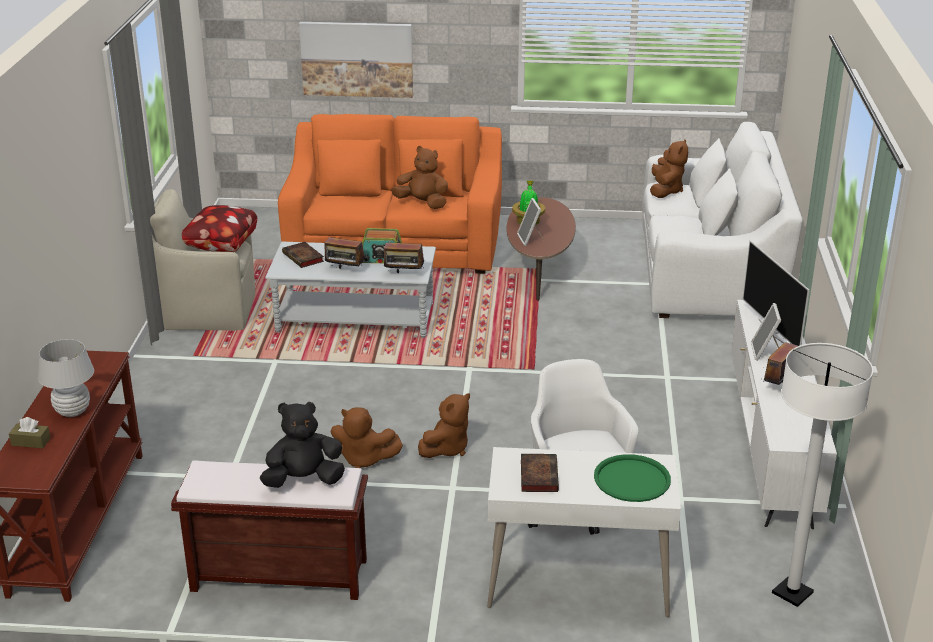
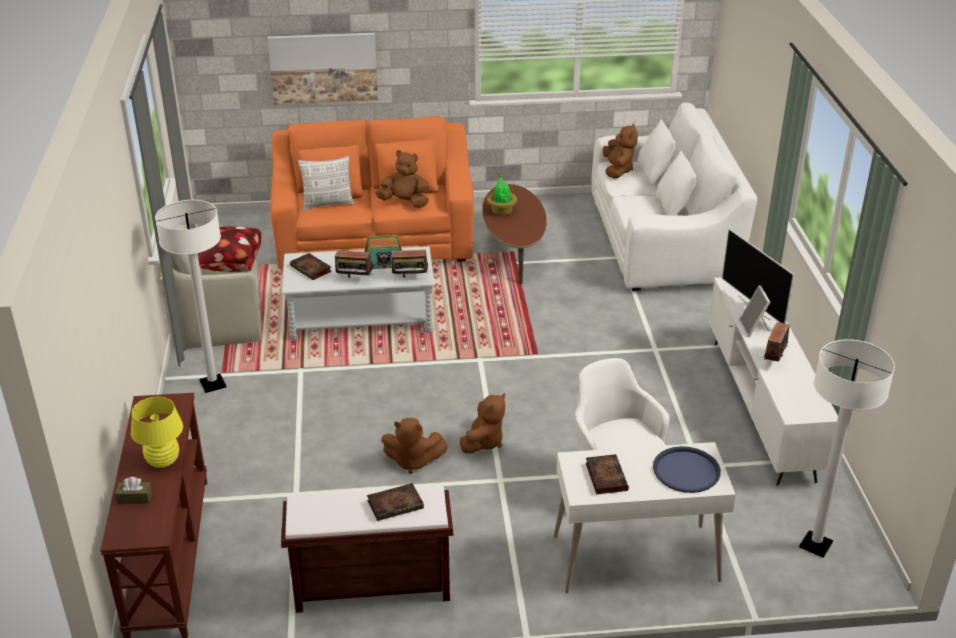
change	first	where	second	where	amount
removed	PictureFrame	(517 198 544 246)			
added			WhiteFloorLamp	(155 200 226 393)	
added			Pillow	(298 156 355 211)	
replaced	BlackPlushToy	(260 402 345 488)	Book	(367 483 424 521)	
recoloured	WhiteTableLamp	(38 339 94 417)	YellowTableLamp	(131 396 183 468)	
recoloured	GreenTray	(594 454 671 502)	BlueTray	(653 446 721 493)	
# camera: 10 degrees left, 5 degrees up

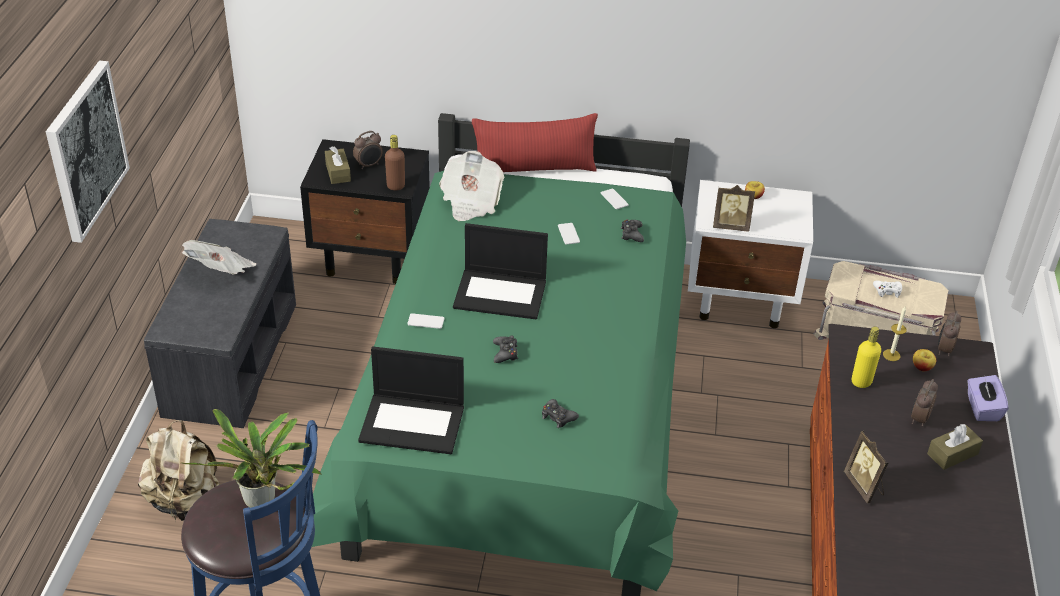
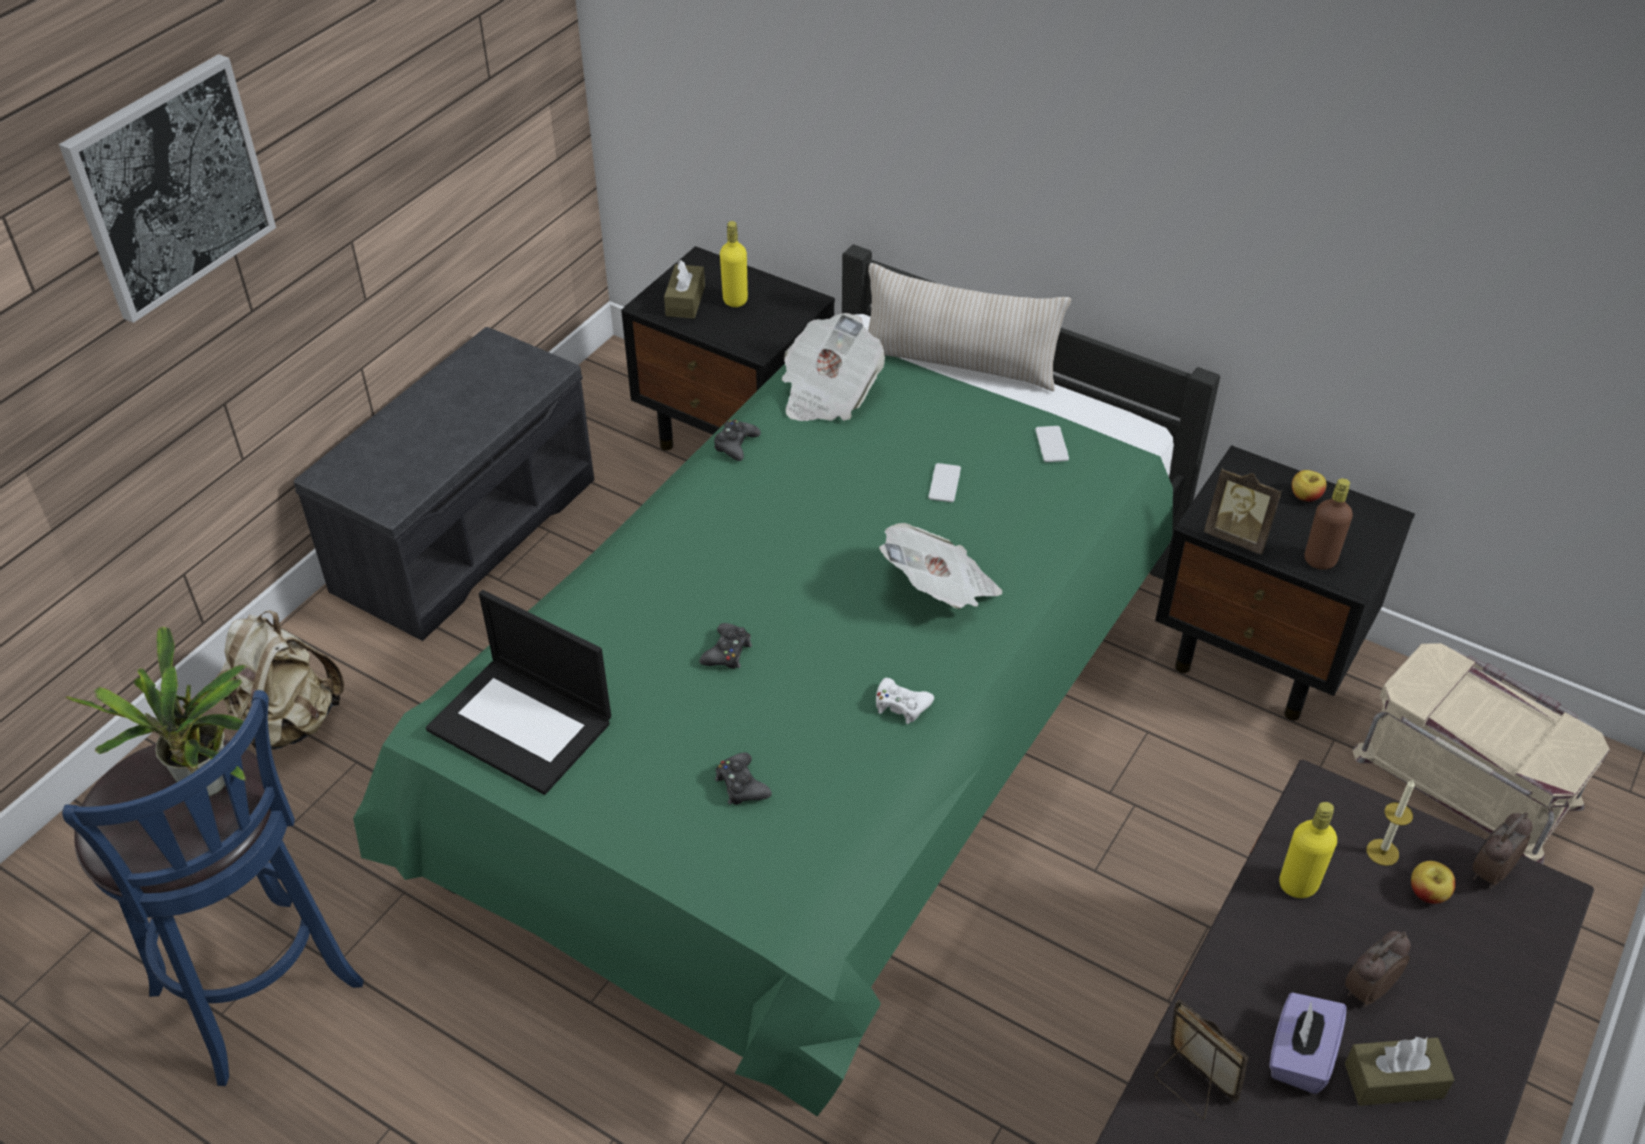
change	first	where	second	where	amount
removed	Phone	(407 313 444 329)			
removed	Laptop	(453 223 548 320)			
moved	Newspaper	(182 240 256 275)		(879 523 1002 609)	
moved	BrownBottle	(385 135 405 190)		(1304 478 1353 570)	
moved	BlackGameController	(621 220 644 242)		(714 420 761 461)	
moved	WhiteGameController	(873 280 902 298)		(876 678 934 724)	
moved	PurpleTissueBox	(967 375 1008 421)		(1269 992 1347 1094)	
replaced	AlarmClock	(353 131 383 169)	YellowBottle	(720 221 748 307)	
recoloured	RedPillow	(472 113 598 172)	BeigePillow	(868 263 1071 391)	
recoloured	WhiteNightstand	(688 180 813 328)	BlackNightstand	(1155 445 1415 721)	
turned	PictureFrame	(844 431 888 503)		(1155 999 1248 1119)	135 degrees clockwise
# camera: 25 degrees right, 5 degrees up

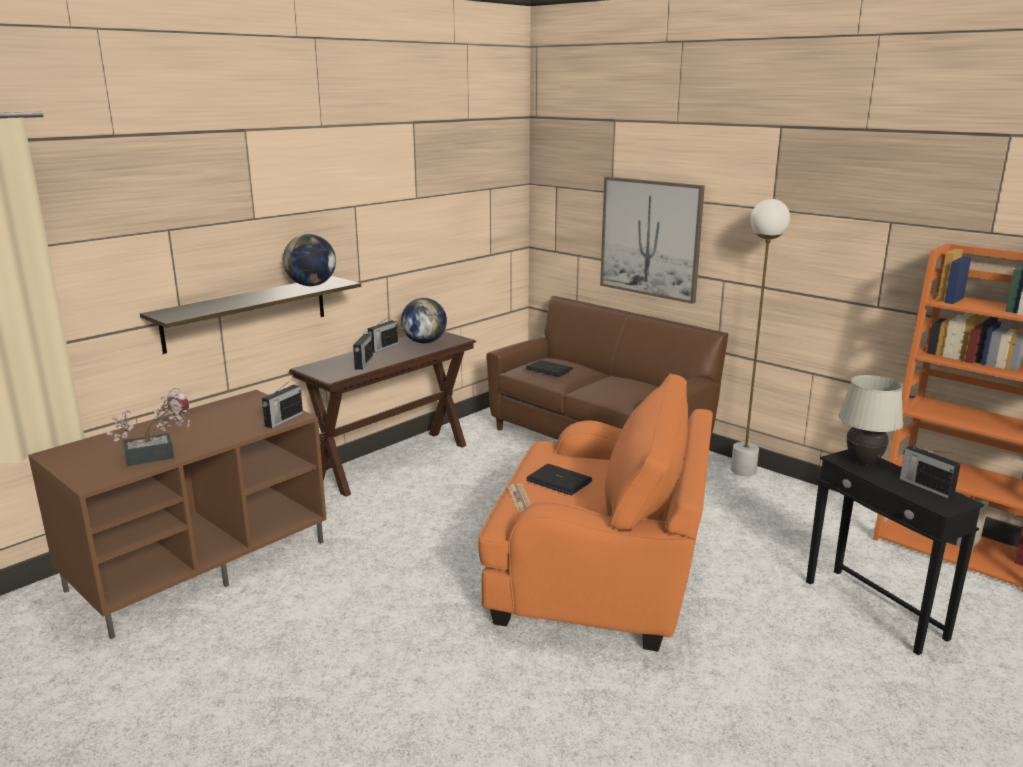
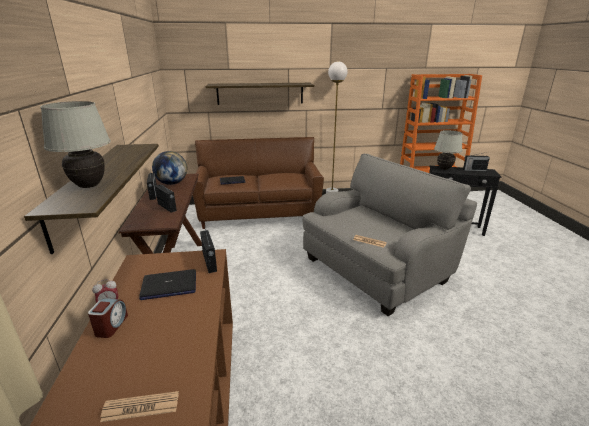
change	first	where	second	where	amount
removed	PottedPlant	(106 394 190 466)			
removed	Globe	(283 234 336 286)			
added			WhiteTableLamp	(40 101 111 188)	
added			AlarmClock	(88 299 128 338)	
added			Newspaper	(100 391 179 422)	
moved	Laptop	(526 464 592 495)		(139 269 196 300)	
replaced	Picture	(600 177 705 304)	Shelf	(206 83 314 105)	
recoloured	OrangeArmchair	(478 373 713 652)	GreyArmchair	(303 154 477 316)	
# camera: 50 degrees left, 5 degrees up

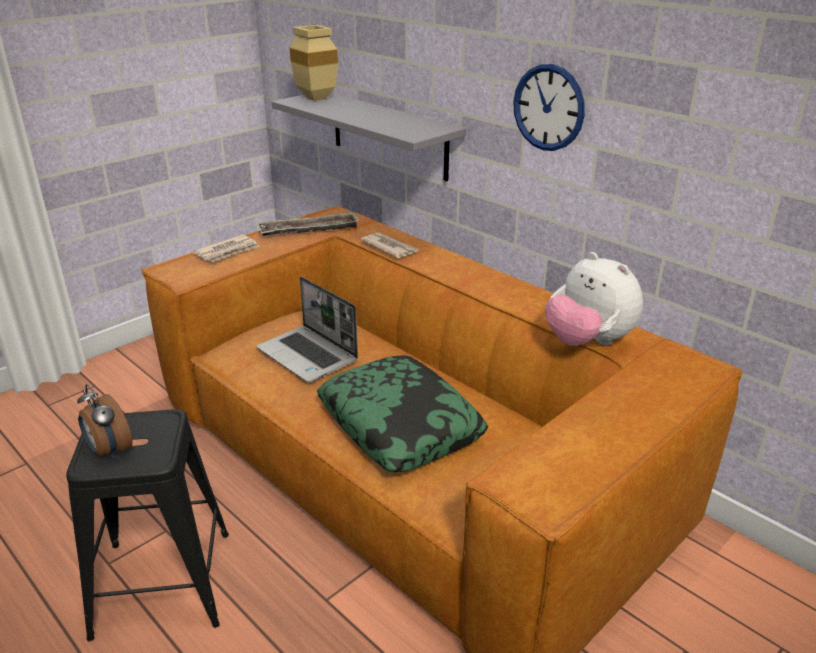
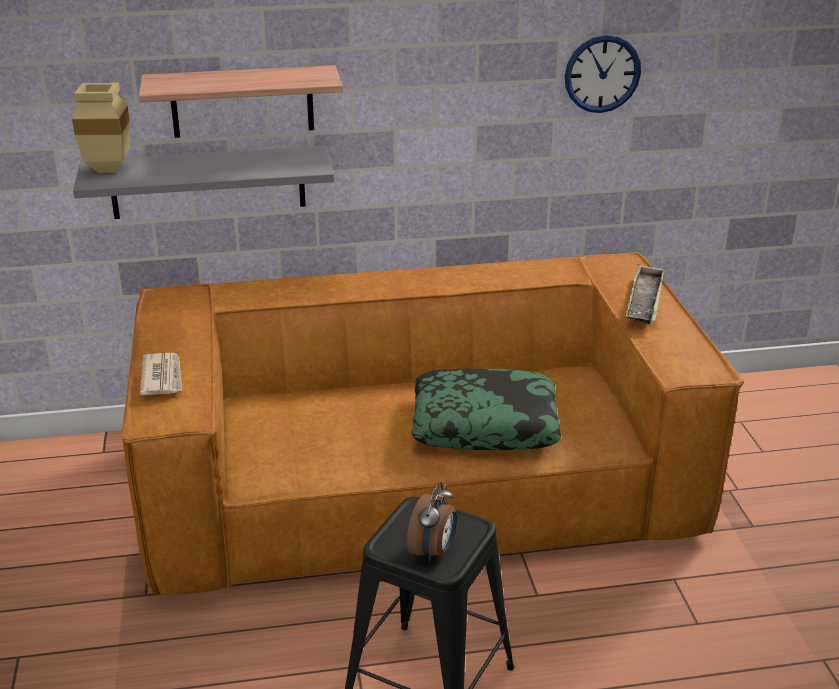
change	first	where	second	where	amount
removed	Laptop	(256 276 358 382)			
removed	Newspaper	(361 232 419 258)			
removed	PlushToy	(545 252 643 346)			
added			Shelf	(139 65 343 138)	
moved	Tray	(257 211 359 236)		(626 264 665 324)	
moved	WallClock	(513 64 585 151)		(565 35 641 113)	
turned	AlarmClock	(77 384 132 460)		(407 482 457 562)	60 degrees counterclockwise
# camera: 55 degrees left, 0 degrees up

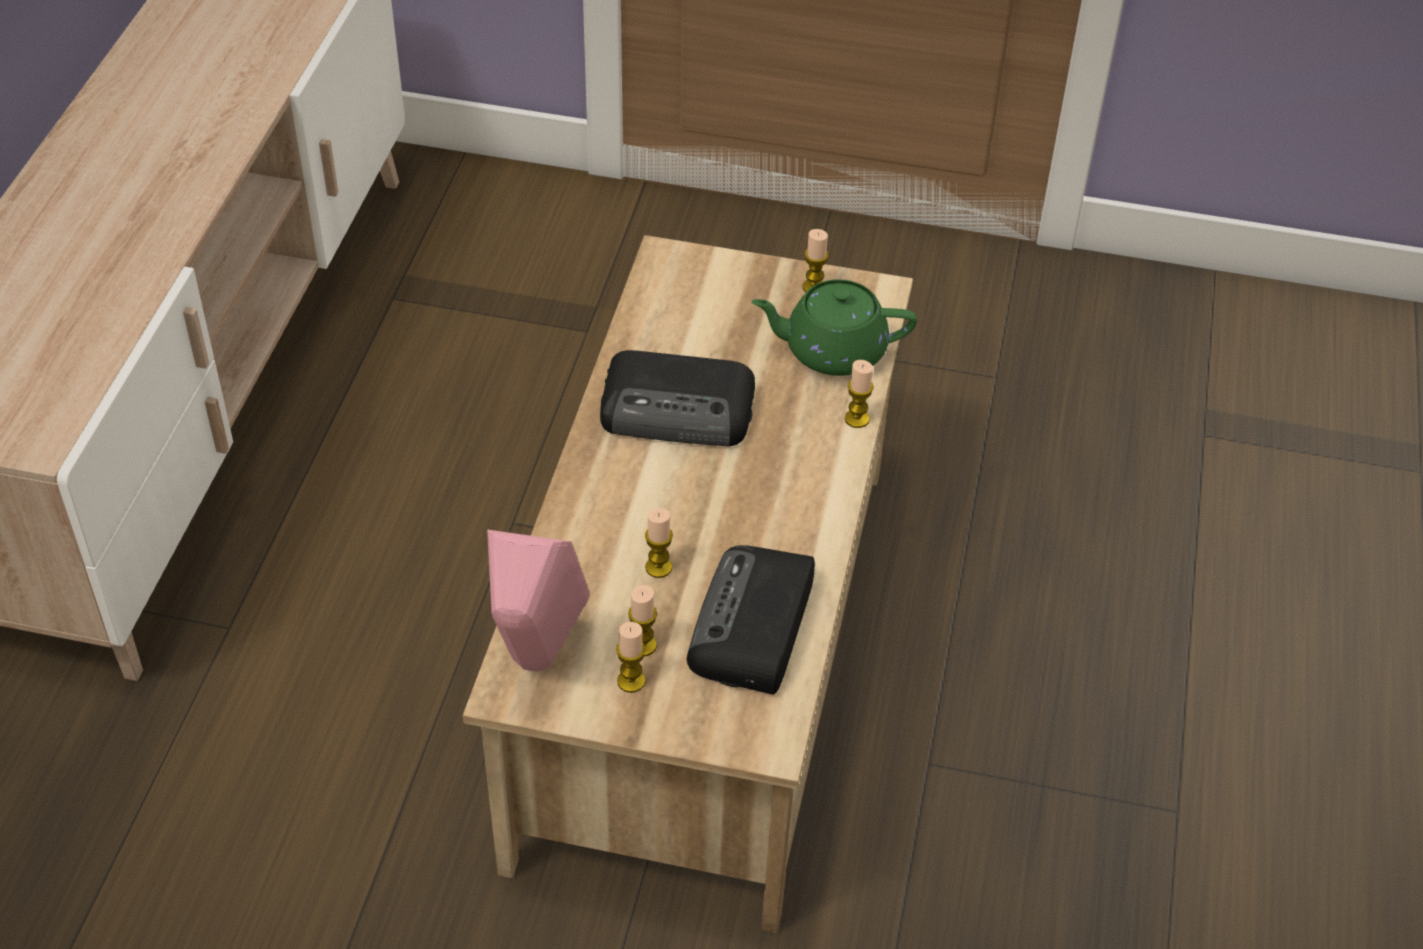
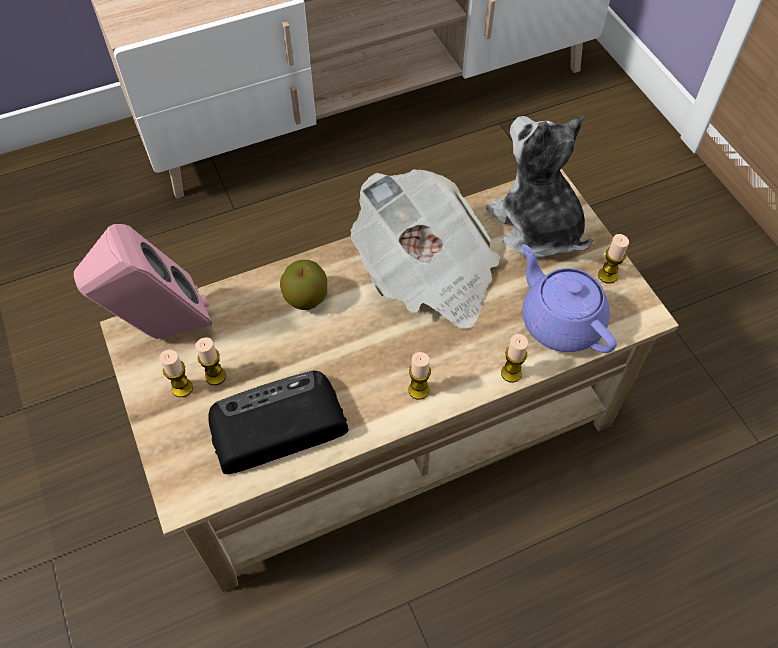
change	first	where	second	where	amount
added			Apple	(280 260 327 310)	
added			PlushToy	(486 115 593 258)	
moved	Candle	(645 508 673 578)		(408 352 431 400)	
replaced	Radio	(600 350 755 446)	Newspaper	(350 169 500 329)	
recoloured	GreenTeapot	(751 279 917 376)	PurpleTeapot	(522 244 617 353)	
# camera: 55 degrees right, 10 degrees up

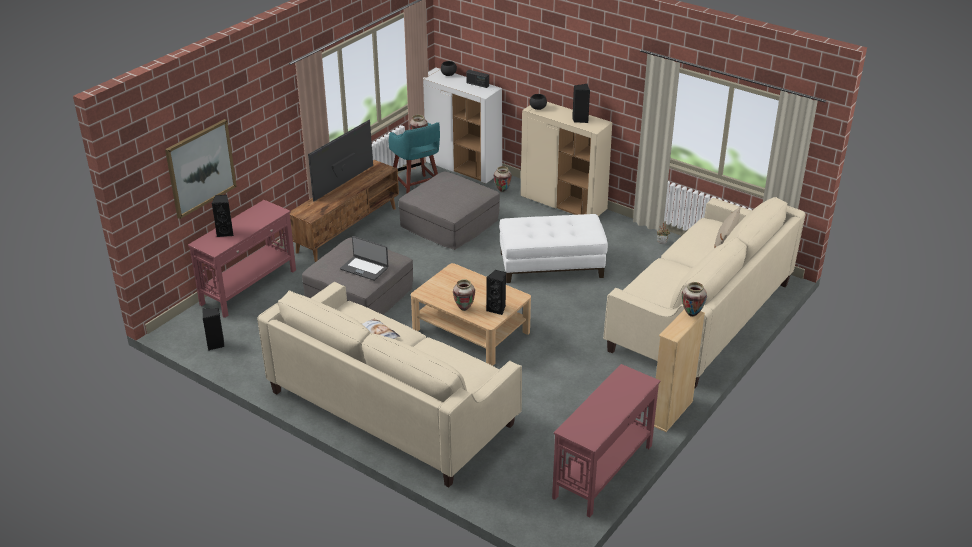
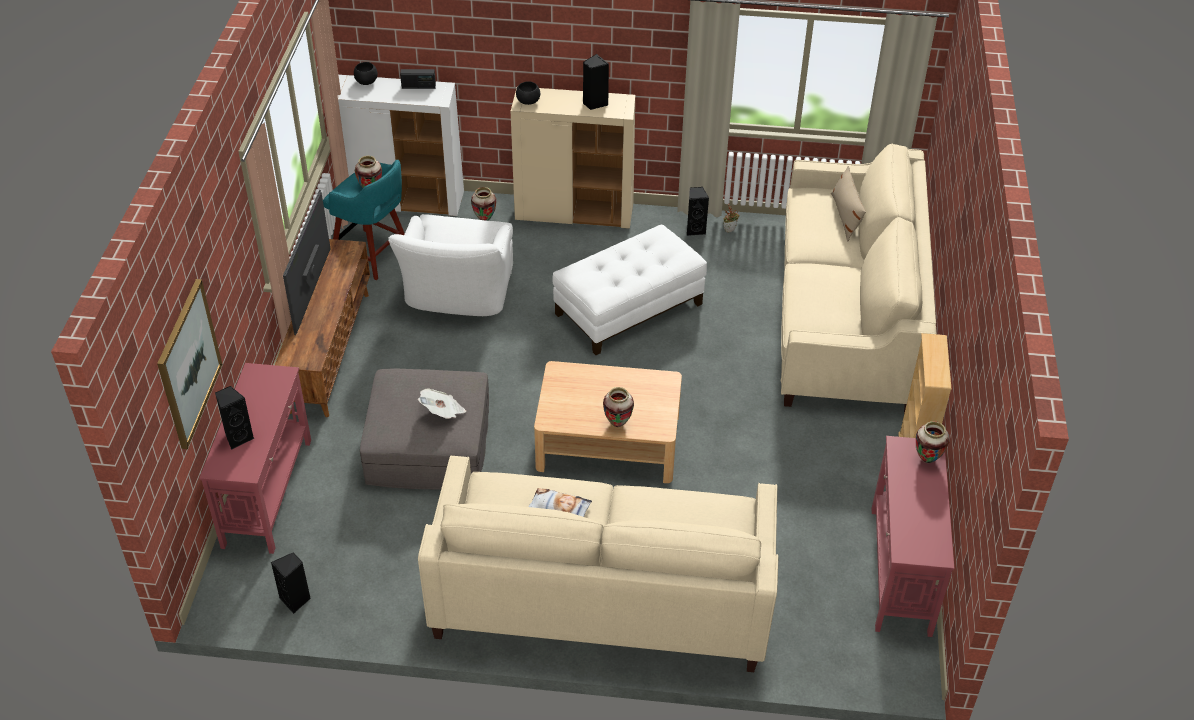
change	first	where	second	where	amount
moved	BlackSpeaker	(486 270 506 315)		(687 187 709 236)	
moved	Vase	(682 282 707 317)		(916 421 949 463)	
replaced	Laptop	(340 236 388 281)	Newspaper	(418 388 466 419)	
replaced	GreyOttoman	(399 172 500 250)	WhiteArmchair	(388 214 513 316)	
# camera: 30 degrees left, 10 degrees up

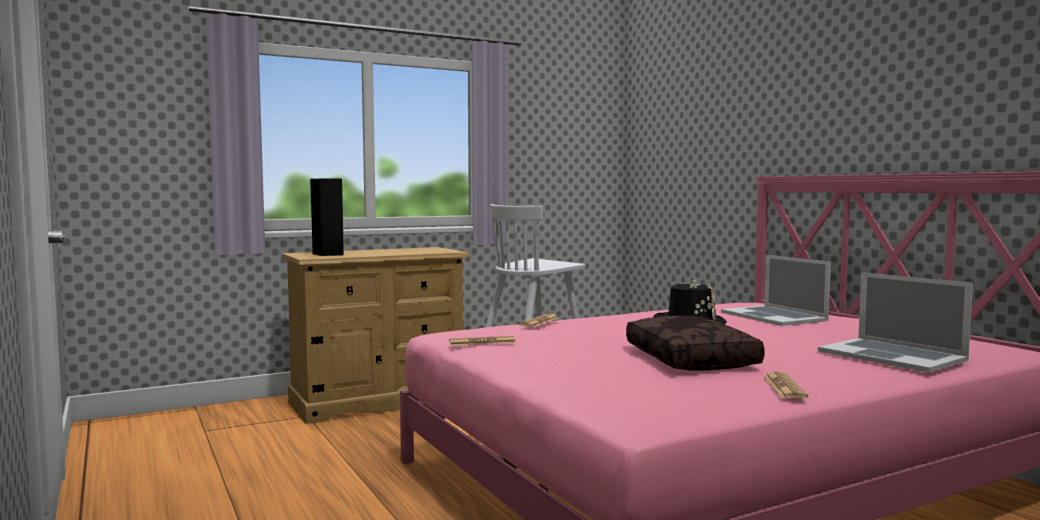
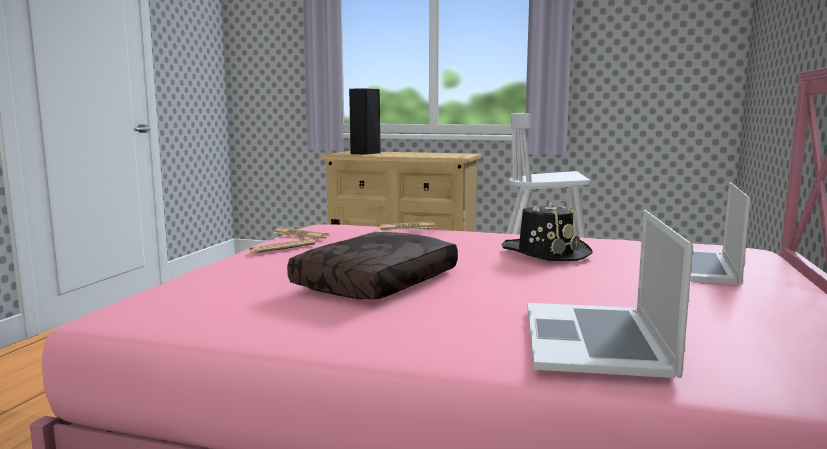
change	first	where	second	where	amount
moved	Newspaper	(763 371 808 399)		(249 239 316 253)	
# camera: 45 degrees right, 5 degrees up

